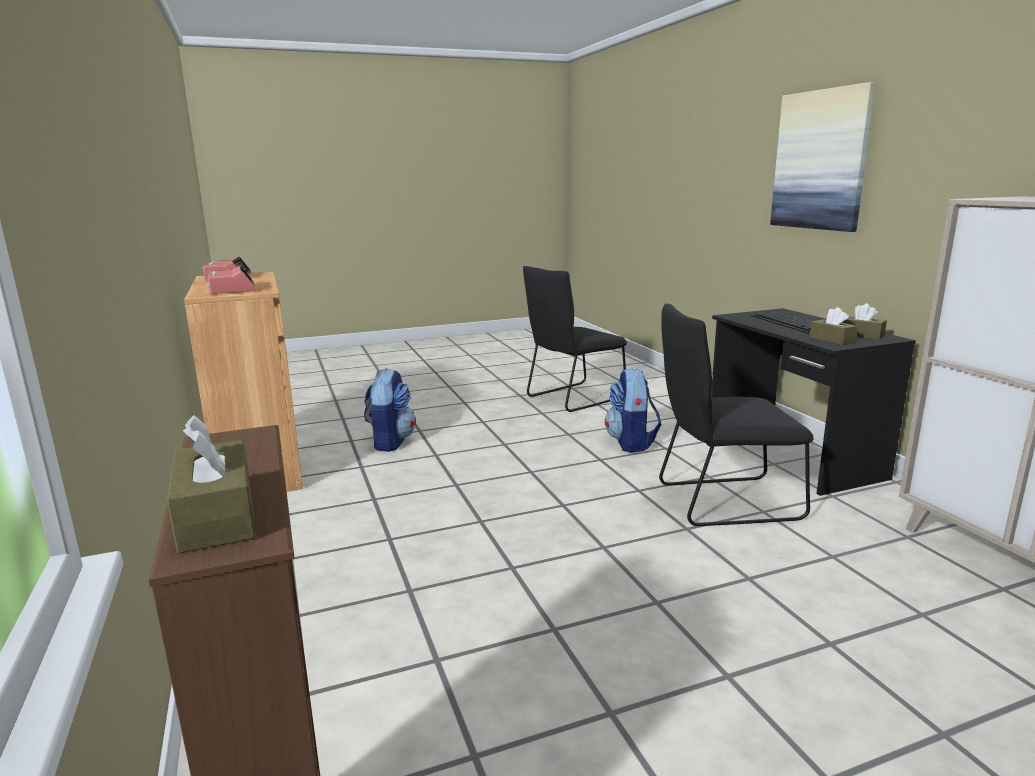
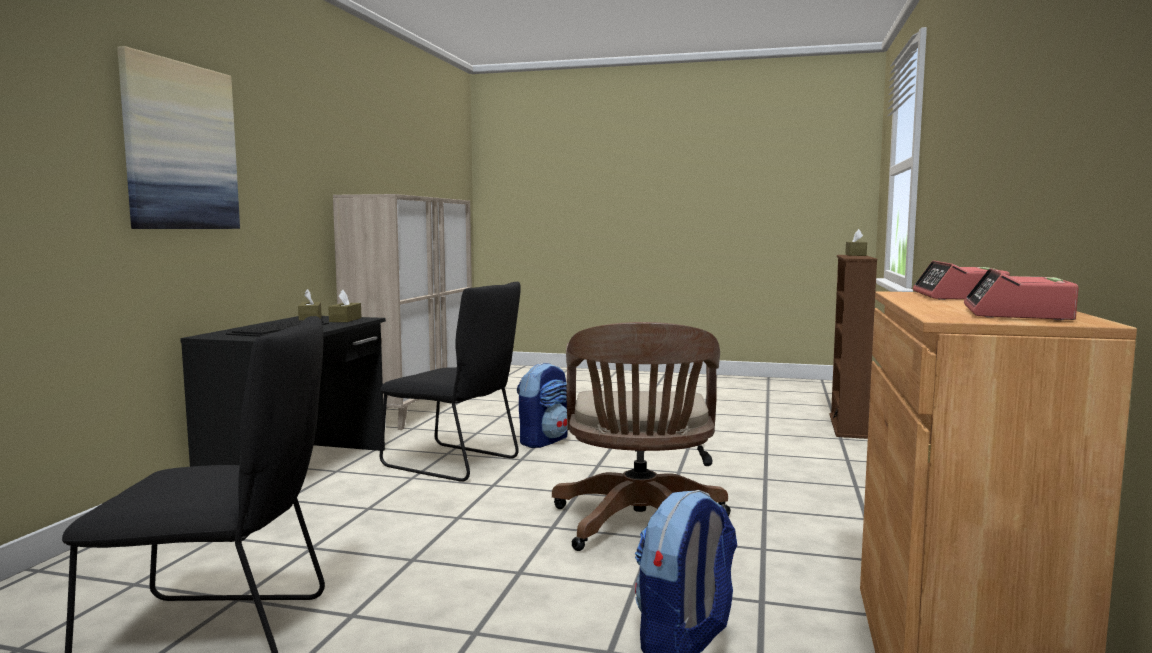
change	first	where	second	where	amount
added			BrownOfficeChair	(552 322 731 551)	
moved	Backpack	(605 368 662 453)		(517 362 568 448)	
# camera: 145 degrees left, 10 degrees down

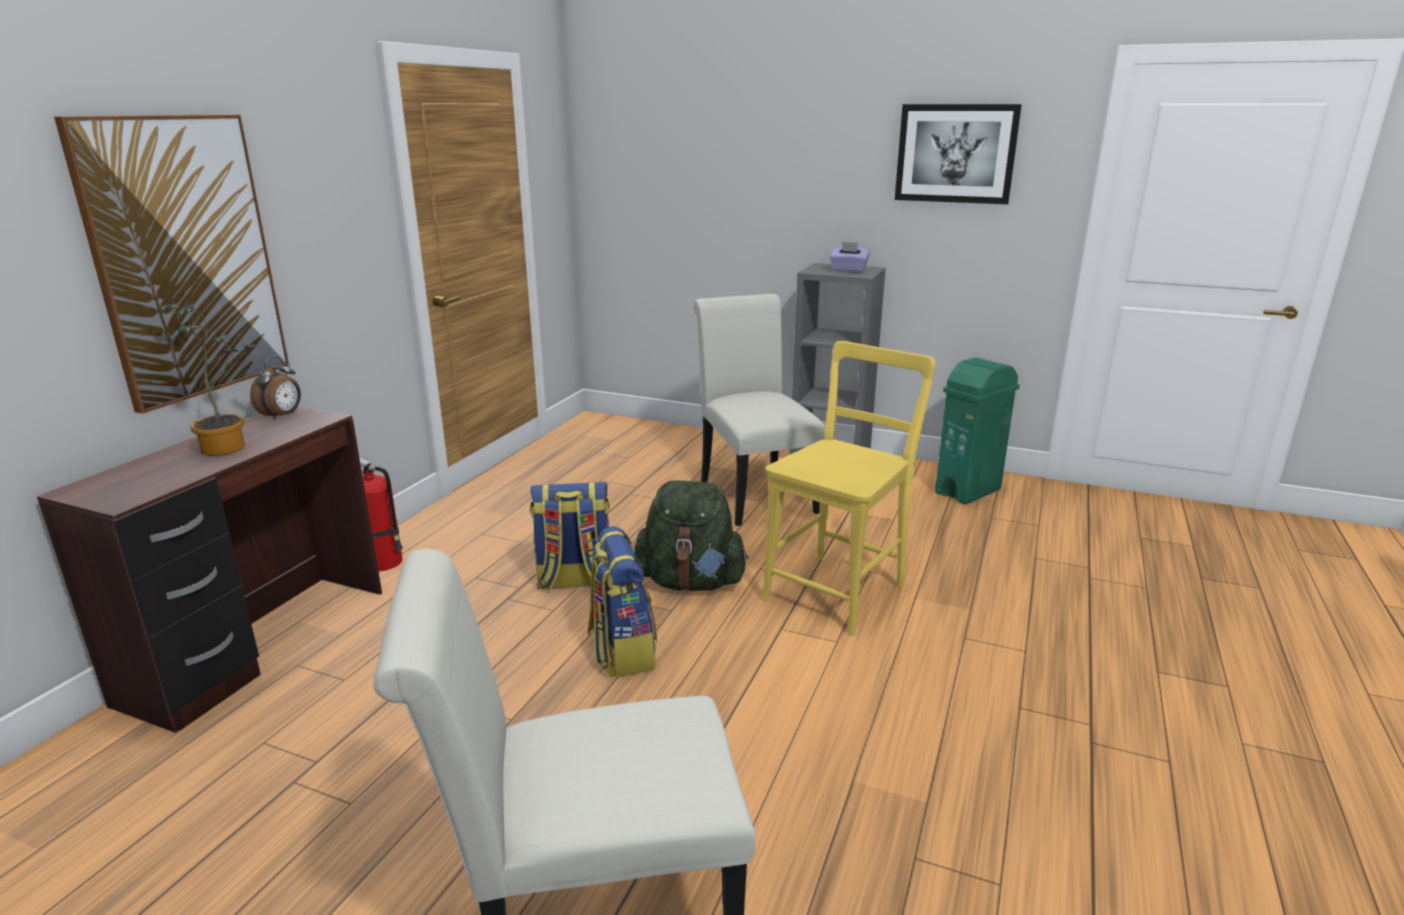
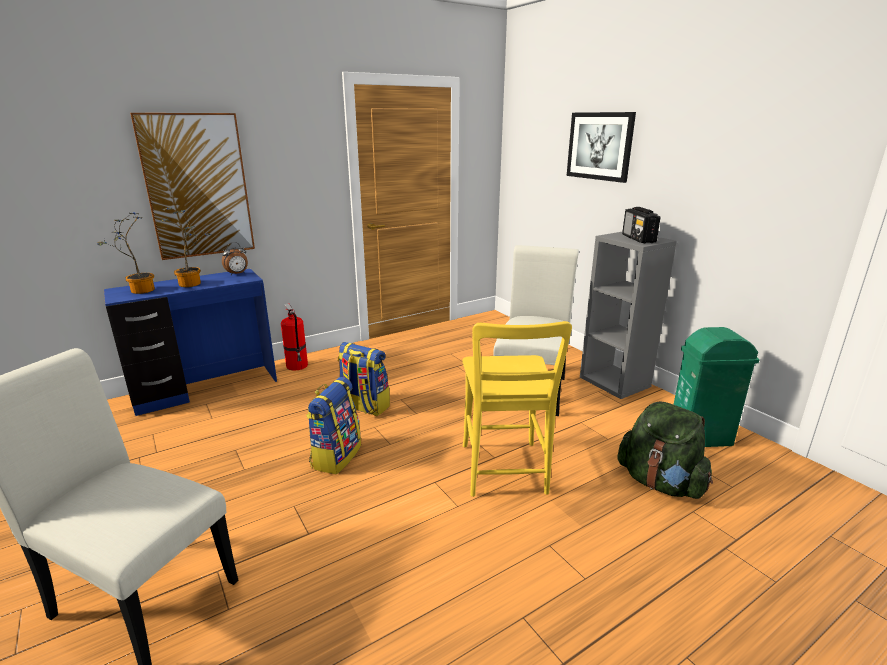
change	first	where	second	where	amount
added			PottedPlant	(97 212 155 294)	
moved	GreenBackpack	(634 480 749 591)		(618 402 713 499)	
moved	Picture	(895 104 1022 204)		(567 112 636 183)	
replaced	PurpleTissueBox	(830 242 870 273)	Radio	(622 207 660 243)	
recoloured	BrownDesk	(37 406 382 733)	BlueDesk	(104 269 277 416)	
turned	YellowChair	(761 341 936 636)		(462 321 572 497)	105 degrees clockwise
# camera: 35 degrees right, 0 degrees up

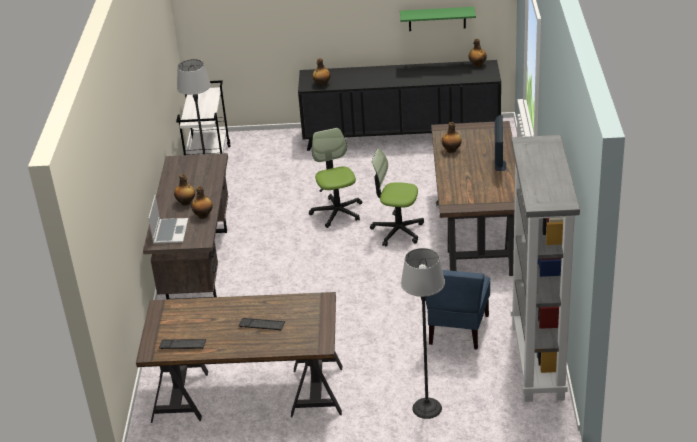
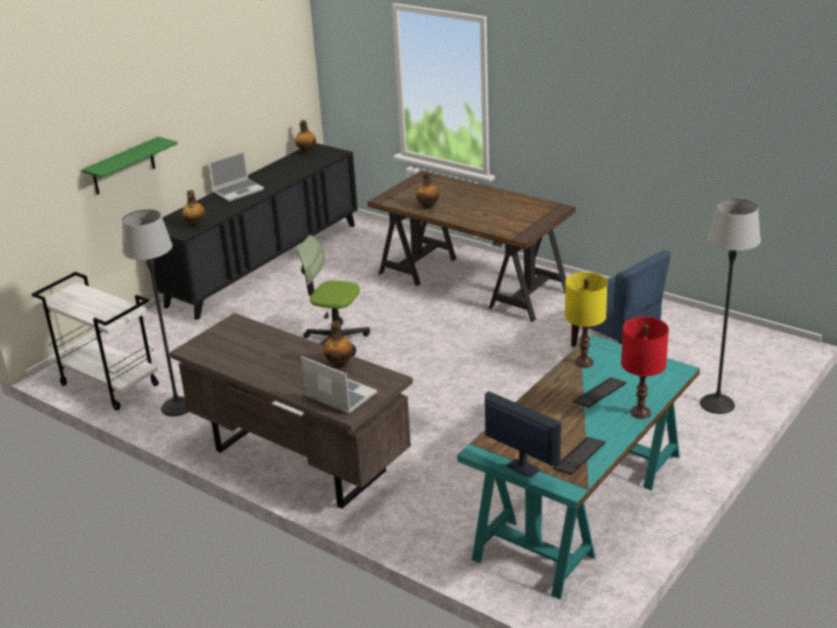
change	first	where	second	where	amount
removed	Bottle	(174 174 195 206)			
removed	OfficeChair	(370 149 424 246)			
removed	GreyBookcase	(510 135 580 402)			
added			Laptop	(209 151 264 202)	
added			YellowTableLamp	(565 272 608 368)	
added			RedTableLamp	(621 317 669 419)	
moved	GreenShelf	(400 7 476 31)		(82 137 178 195)	
moved	Monitor	(495 115 506 171)		(485 391 561 478)	
recoloured	BrownDesk	(136 292 342 423)	TurquoiseDesk	(457 334 700 599)	
# camera: 55 degrees left, 5 degrees down

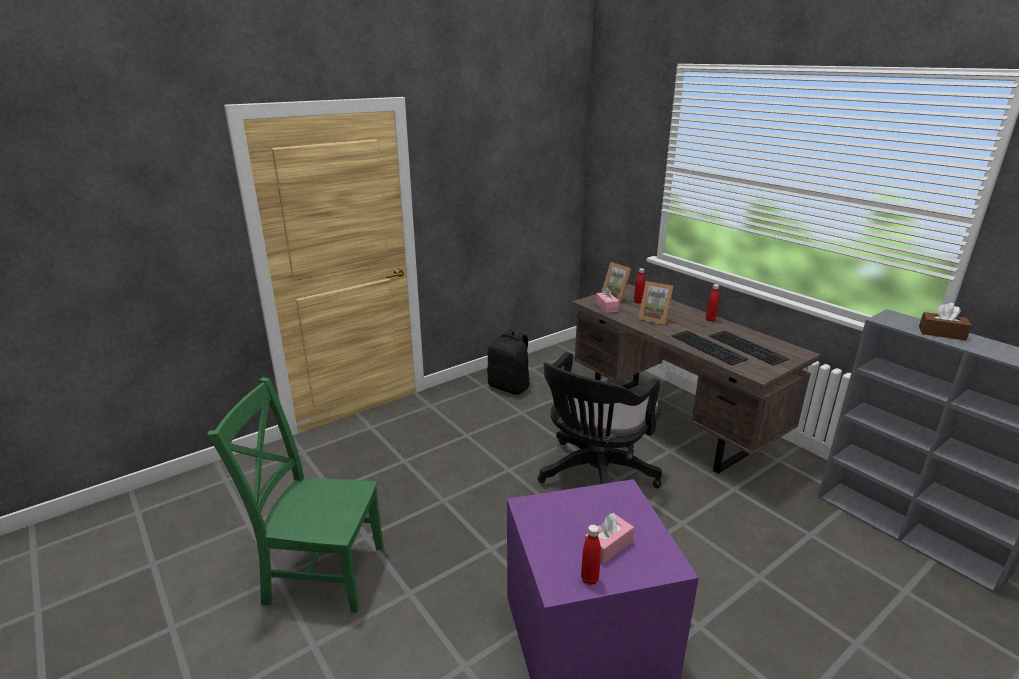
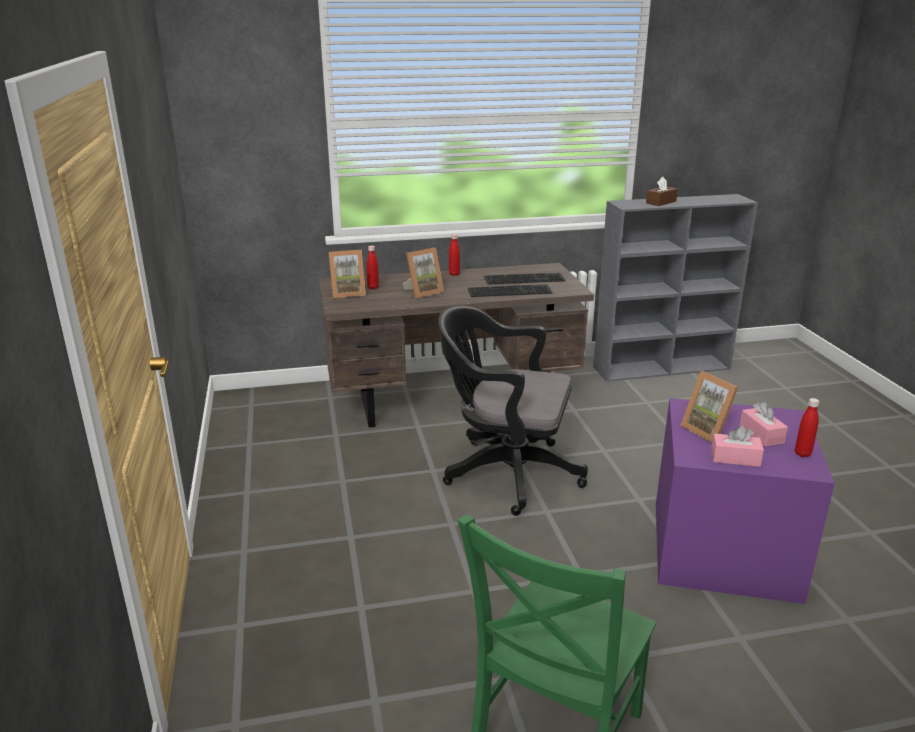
change	first	where	second	where	amount
removed	BlackBackpack	(487 330 530 395)			
added			PictureFrame	(680 371 738 443)	
moved	PinkTissueBox	(596 287 619 313)		(711 425 764 467)	
turned	BlackOfficeChair	(538 352 662 488)		(438 306 588 516)	135 degrees clockwise
# camera: 65 degrees left, 0 degrees up

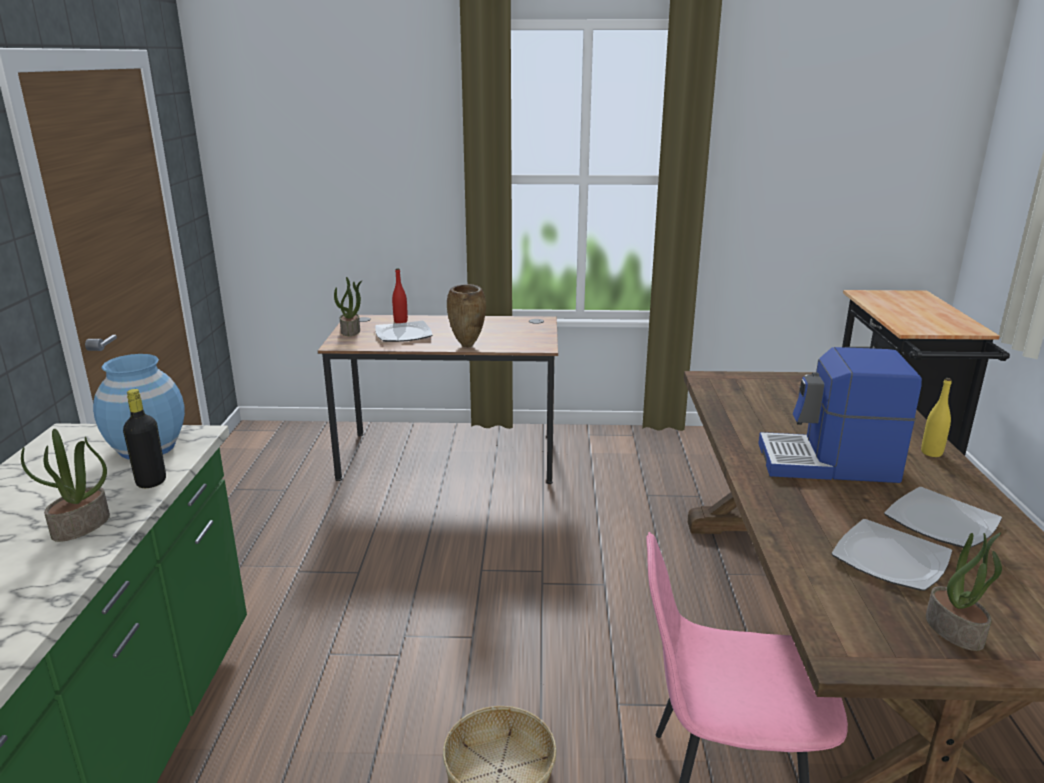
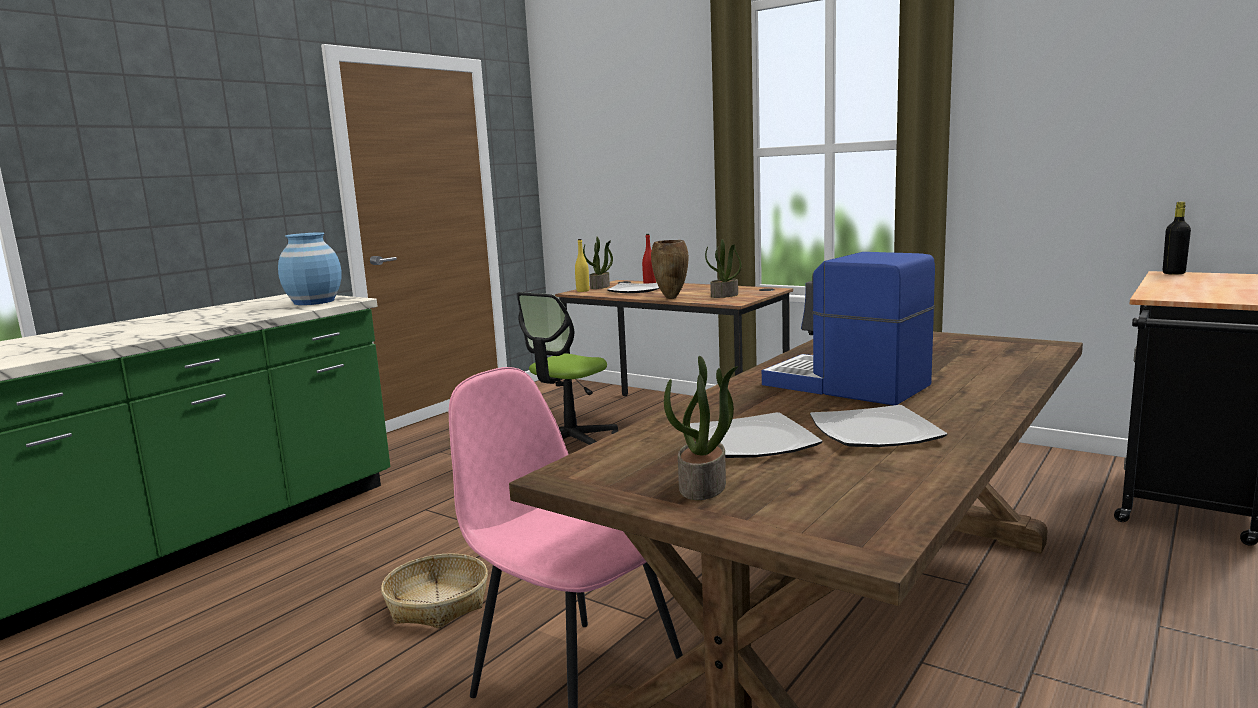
change	first	where	second	where	amount
added			OfficeChair	(517 292 618 445)	
moved	PottedPlant	(21 429 110 542)		(705 239 742 298)	
moved	BlackBottle	(123 389 166 488)		(1163 202 1191 275)	
moved	YellowBottle	(921 378 952 457)		(575 239 589 292)	
# camera: 35 degrees right, 10 degrees down

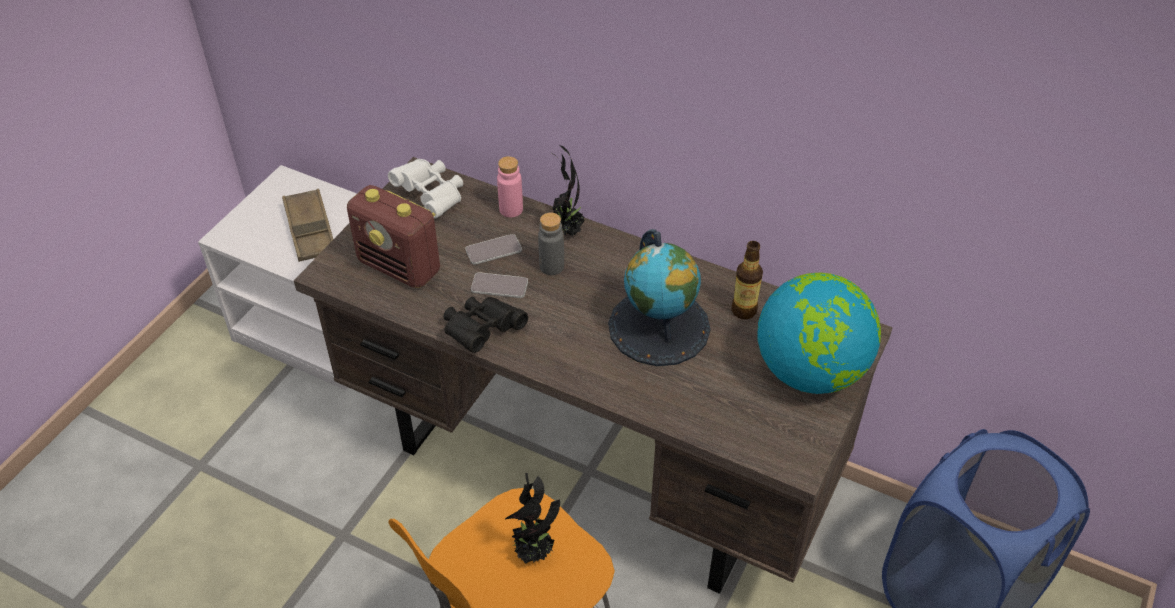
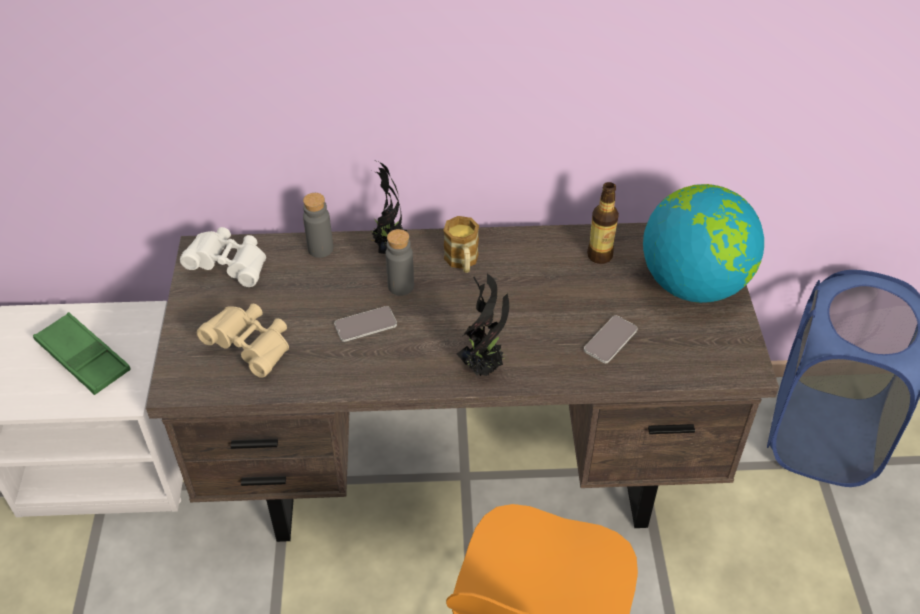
change	first	where	second	where	amount
removed	BlackBinoculars	(444 297 528 353)			
removed	Globe	(608 229 710 366)			
added			Mug	(443 216 479 273)	
moved	Phone	(465 234 522 265)		(584 316 638 363)	
moved	PottedPlant	(505 473 560 563)		(457 274 509 376)	
replaced	Radio	(347 185 440 288)	BeigeBinoculars	(197 304 289 378)	
recoloured	BrownTray	(282 189 333 262)	GreenTray	(33 312 130 395)	
recoloured	PinkBottle	(497 156 523 218)	GreyBottle	(303 193 333 258)	
# camera: 30 degrees left, 0 degrees up

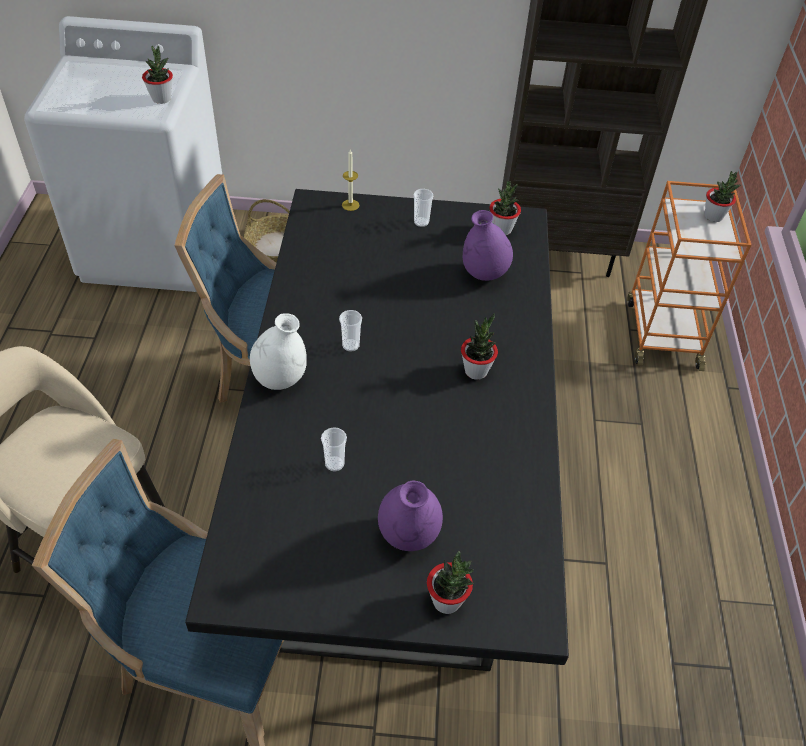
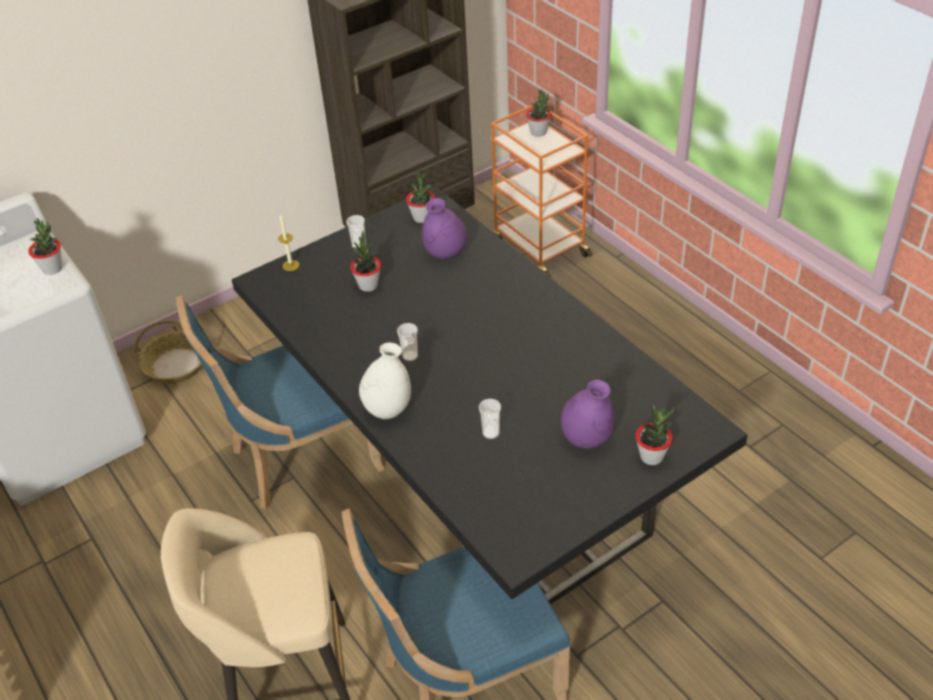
change	first	where	second	where	amount
moved	PottedPlant	(461 313 498 380)		(350 231 381 292)	
# camera: 35 degrees left, 5 degrees down

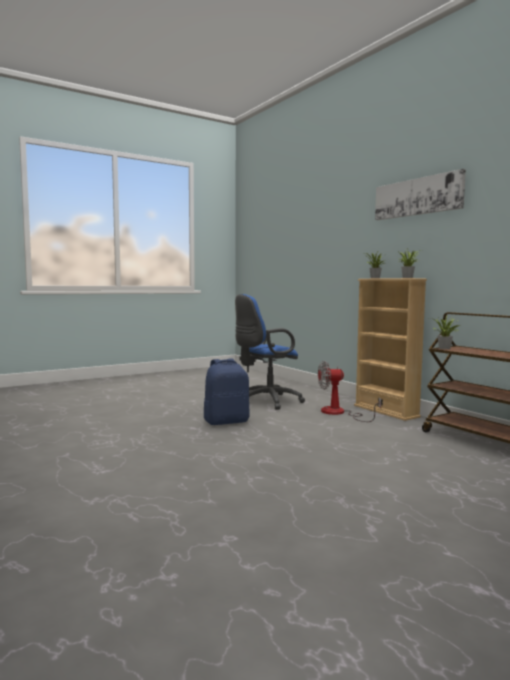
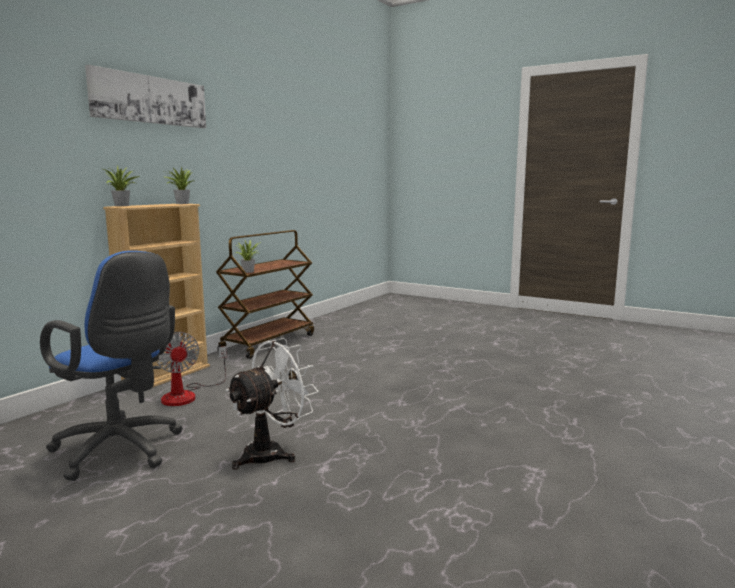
change	first	where	second	where	amount
replaced	BlueBackpack	(204 358 250 425)	WhiteFan	(225 338 319 470)	
# camera: 115 degrees left, 5 degrees up

